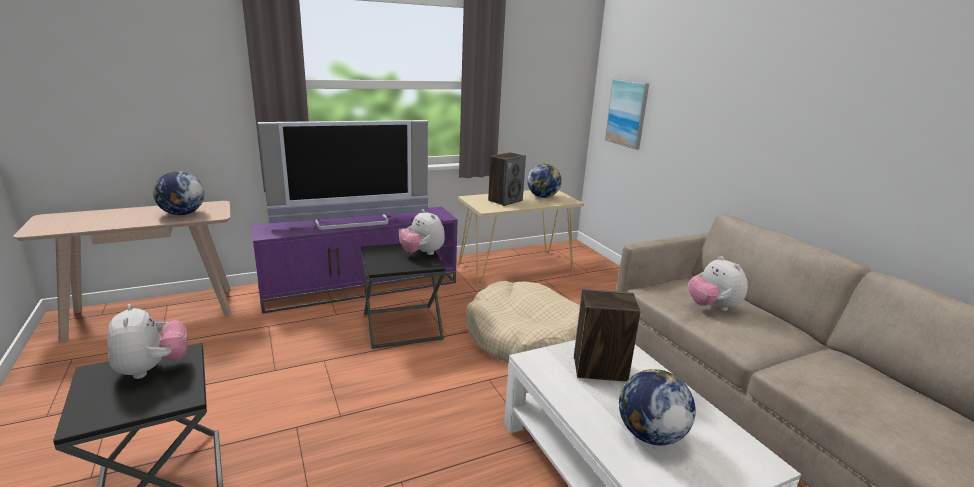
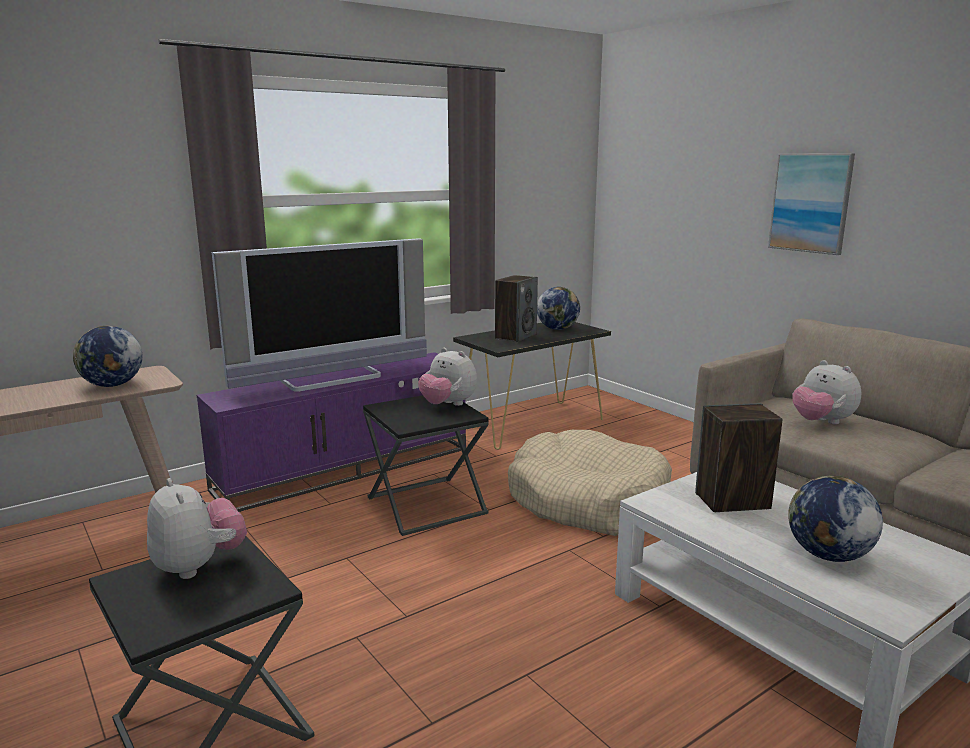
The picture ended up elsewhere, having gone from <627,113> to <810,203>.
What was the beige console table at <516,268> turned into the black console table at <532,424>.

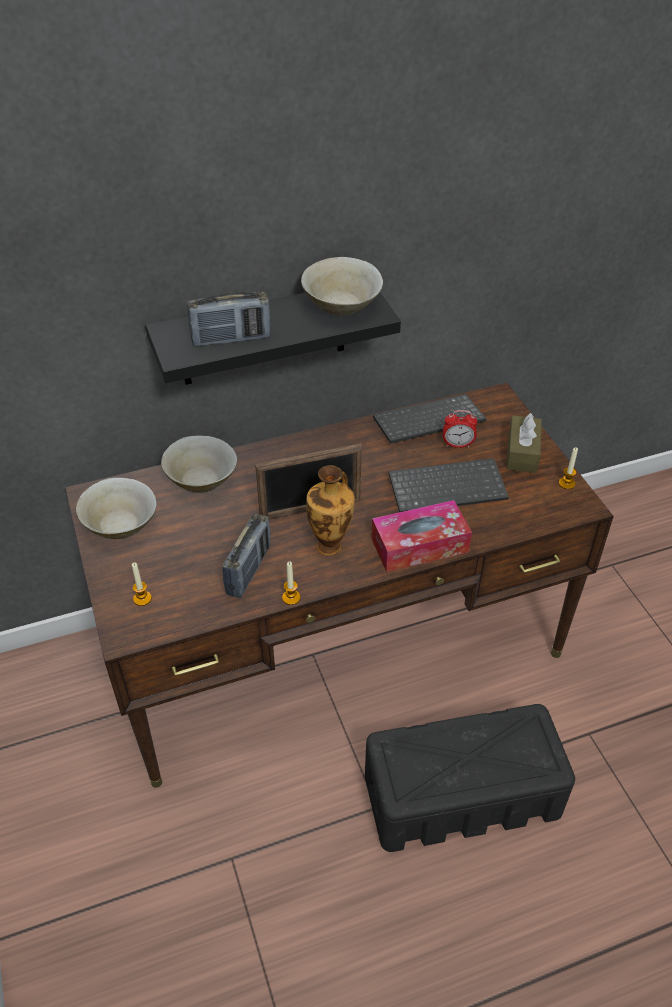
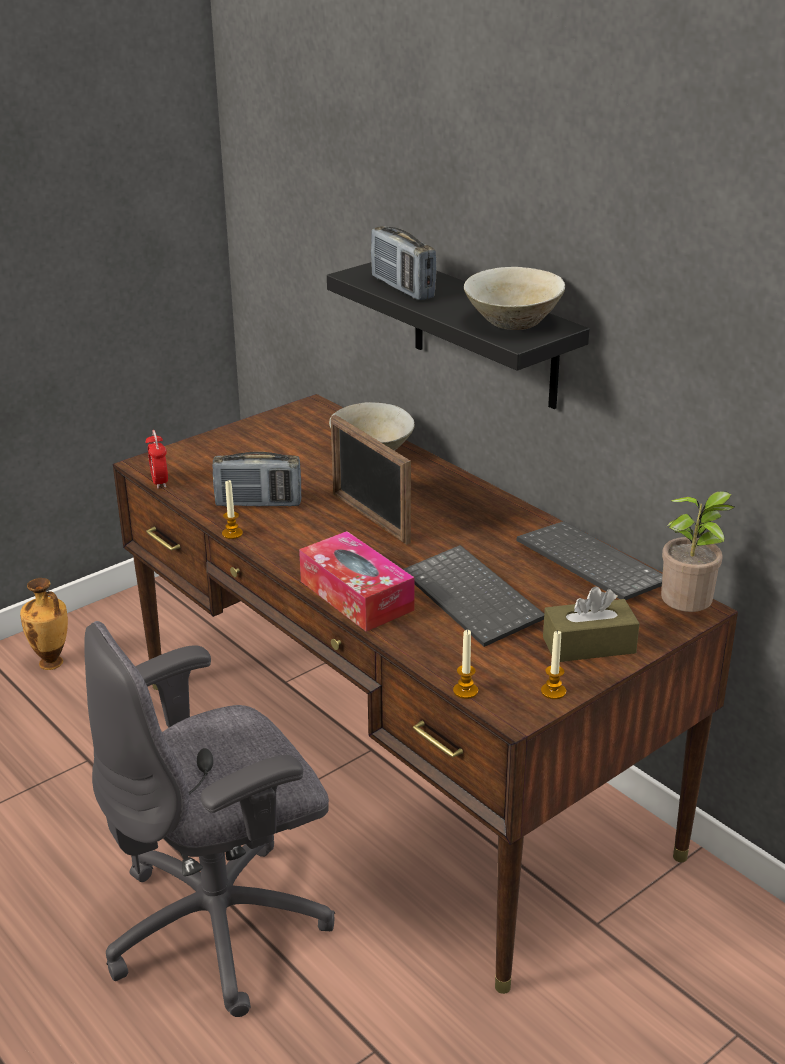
The second view lost the beige bowl at <121,526>.
The second view gained the potted plant at <687,615>.
The candle ended up elsewhere, having gone from <142,598> to <465,691>.
The vase ended up elsewhere, having gone from <330,545> to <52,664>.
The alarm clock ended up elsewhere, having gone from <457,445> to <159,482>.
Where the black storage box stood at <460,795>, the grey office chair came to stand at <222,925>.

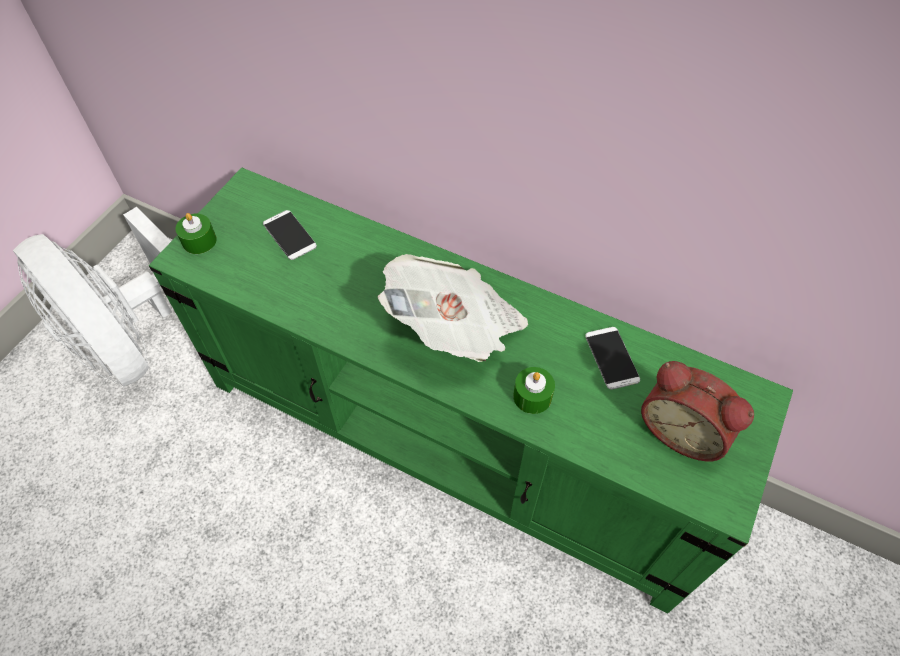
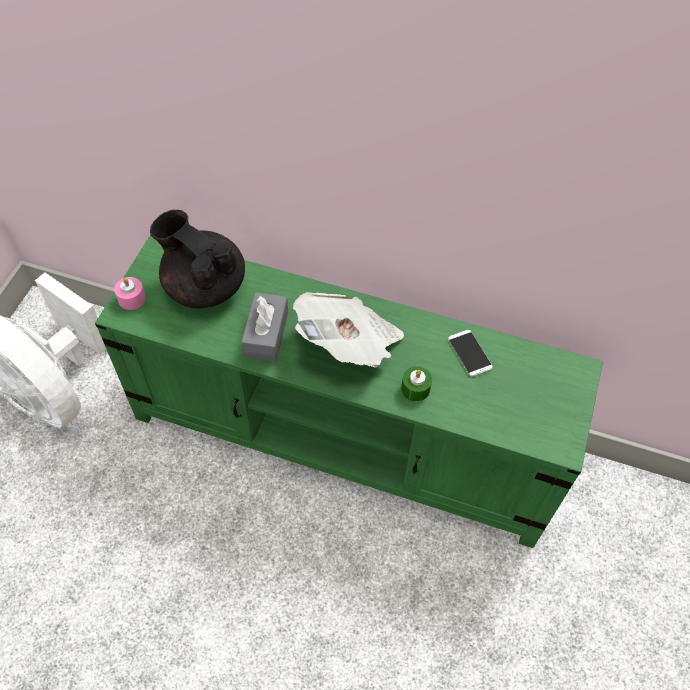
The second view lost the alarm clock at <683,429>.
The second view gained the grey tissue box at <266,334>.
Where the phone stood at <289,235>, the black teapot came to stand at <204,286>.
What was the green candle at <199,241> turned into the pink candle at <131,298>.

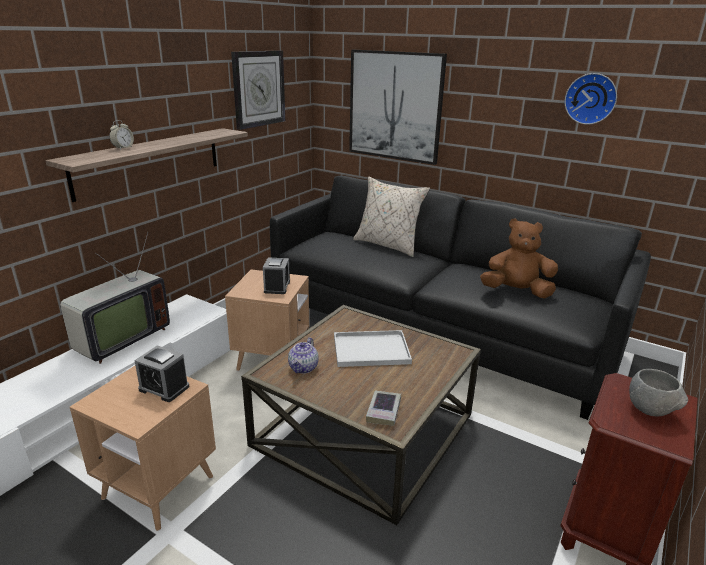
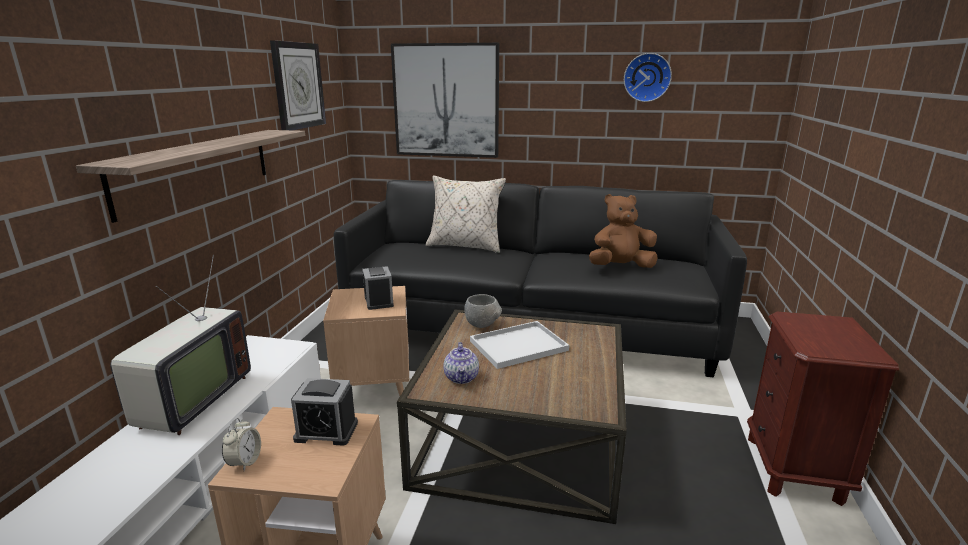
The second view lost the book at <384,411>.
The alarm clock ended up elsewhere, having gone from <123,148> to <244,462>.
The grey bowl ended up elsewhere, having gone from <650,411> to <482,326>.

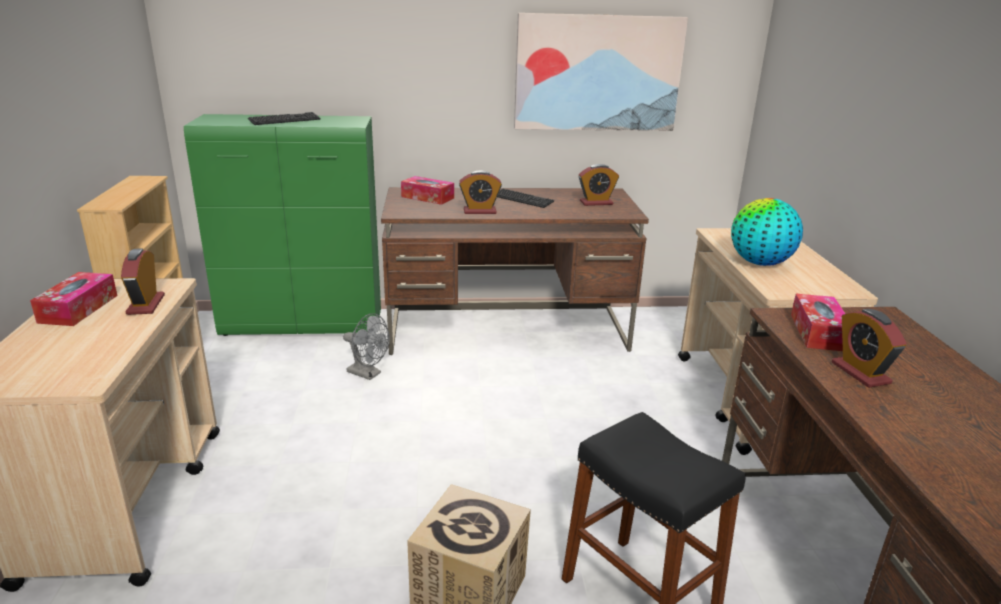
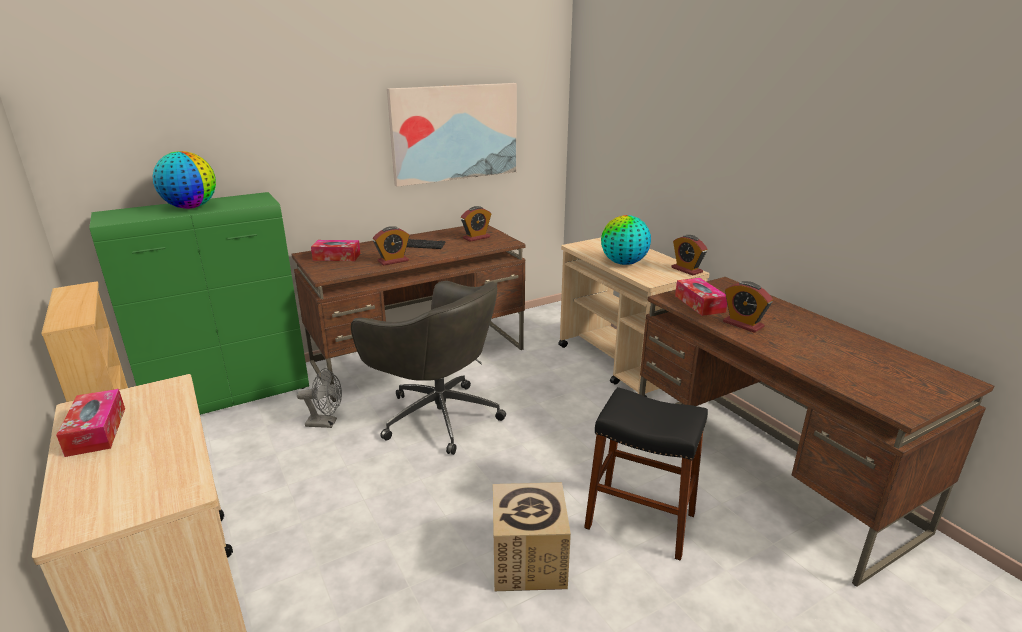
The second view gained the grey office chair at <437,415>.
The alarm clock ended up elsewhere, having gone from <146,304> to <686,270>.
Where the keyboard stood at <284,120>, the globe came to stand at <191,207>.

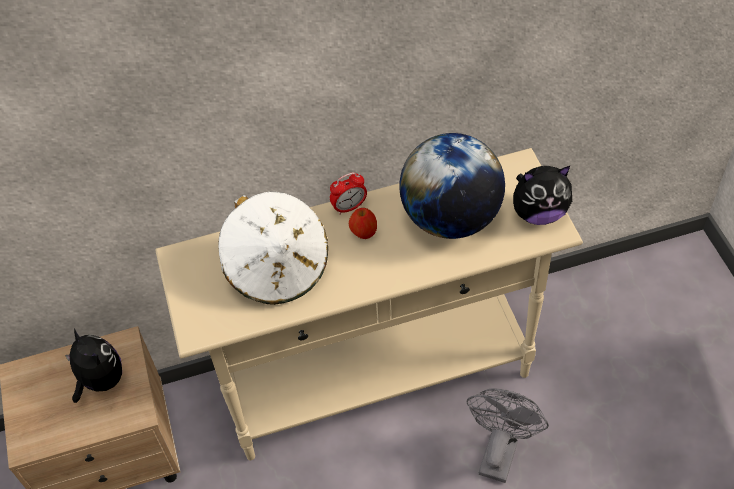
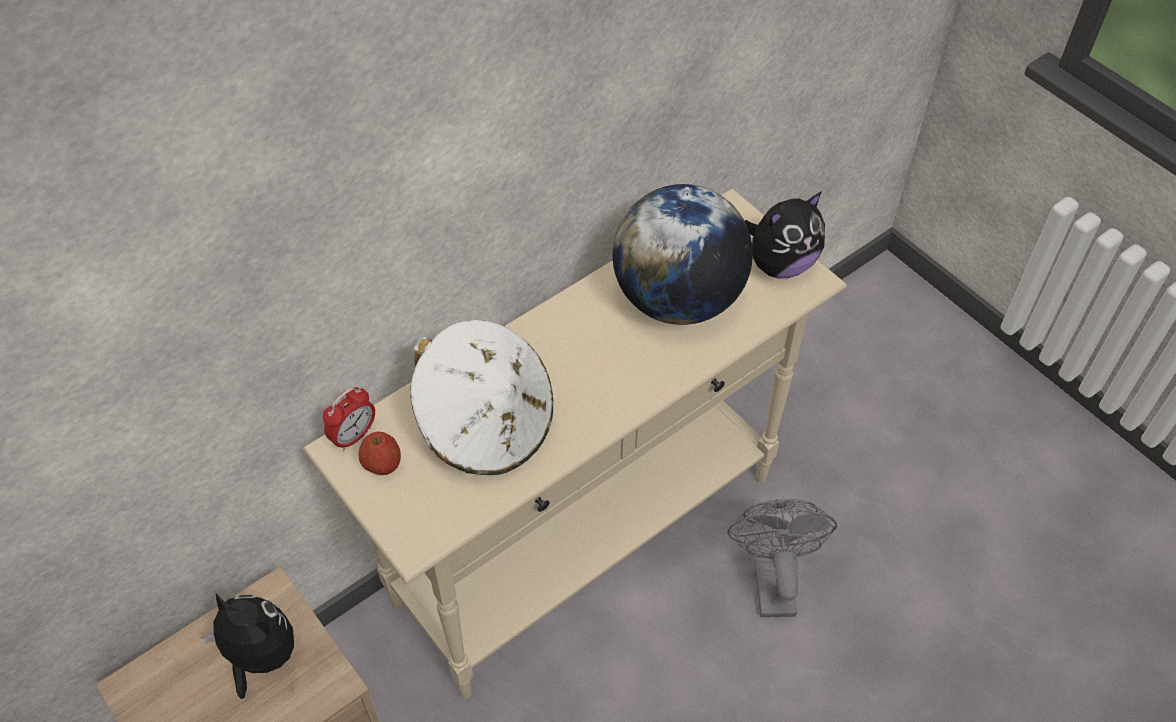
The alarm clock ended up elsewhere, having gone from <349,207> to <354,436>.
The apple ended up elsewhere, having gone from <364,233> to <382,465>.

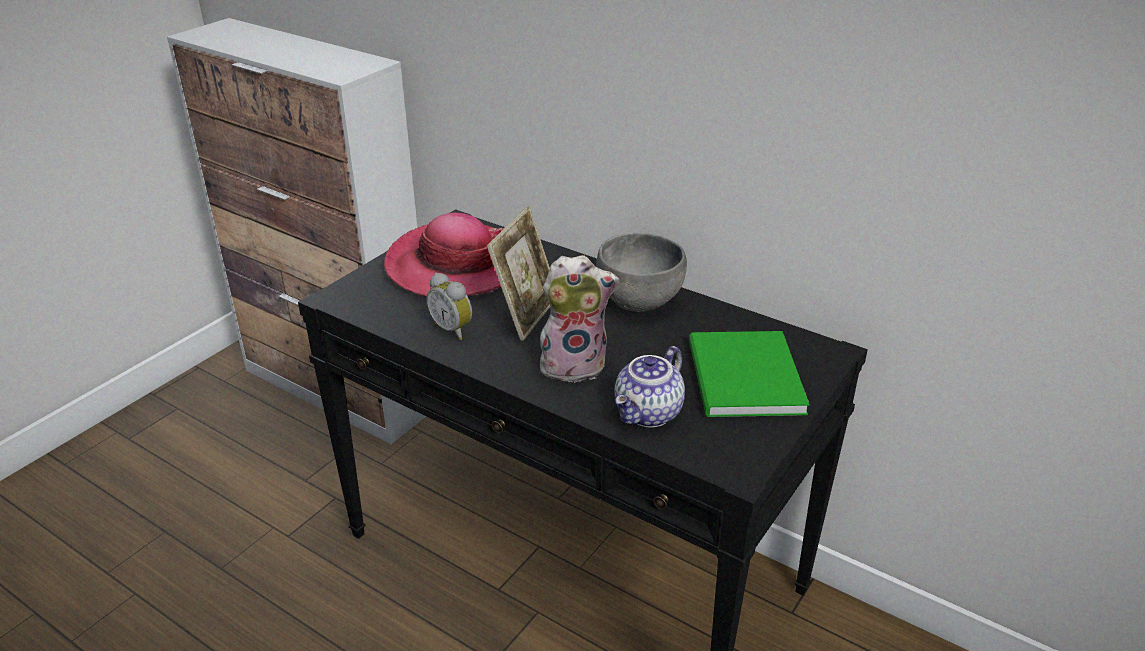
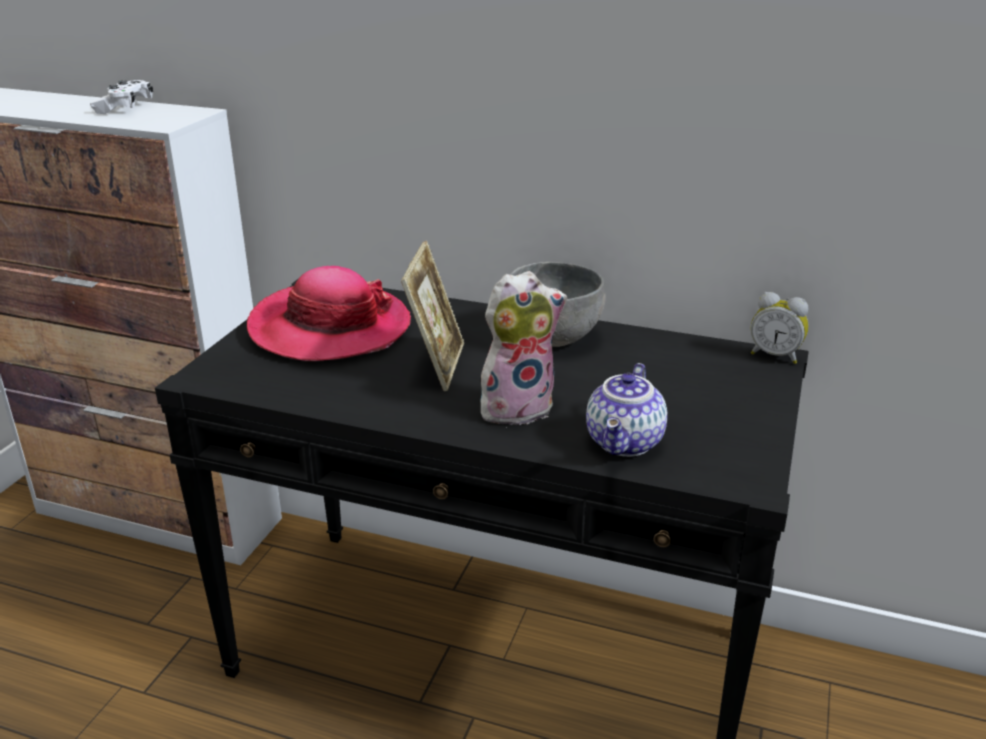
The second view lost the green book at <742,379>.
The second view gained the white game controller at <124,108>.
The alarm clock ended up elsewhere, having gone from <453,329> to <775,355>.

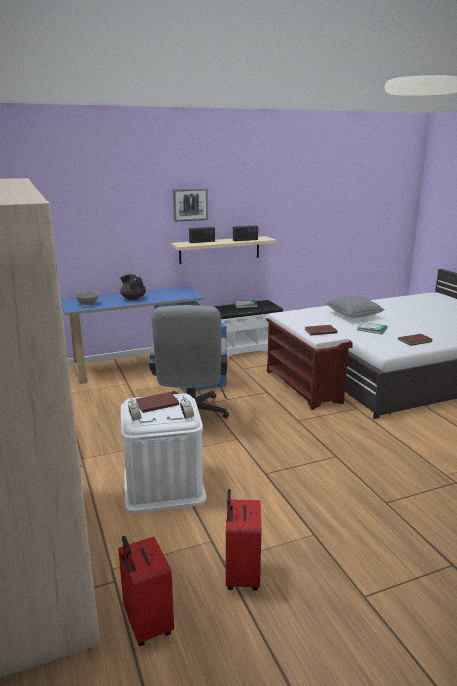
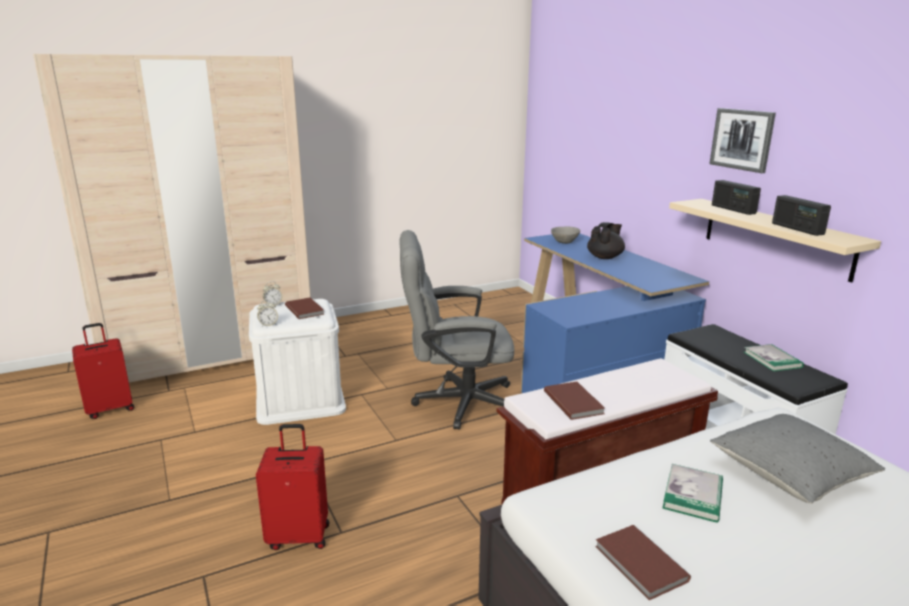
The red suitcase ended up elsewhere, having gone from <241,576> to <299,536>.

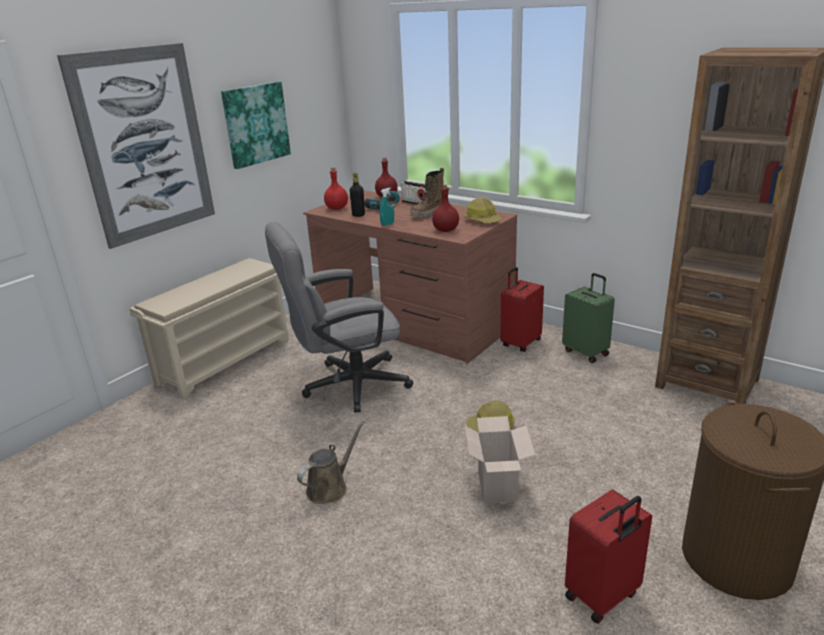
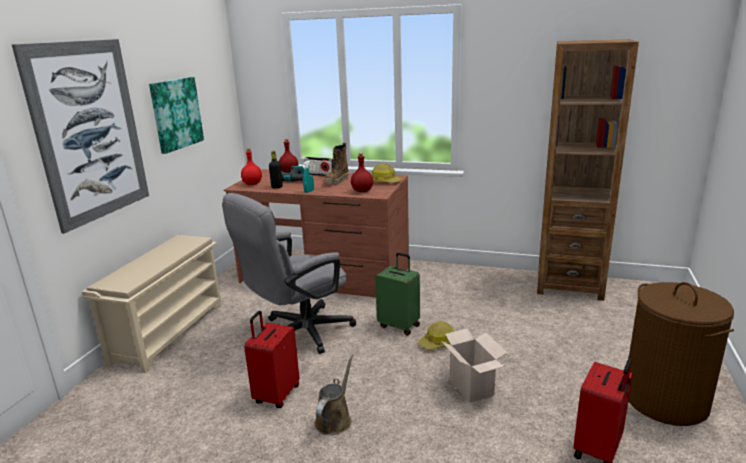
The red suitcase ended up elsewhere, having gone from <520,343> to <276,395>.
The green suitcase ended up elsewhere, having gone from <586,352> to <399,325>.

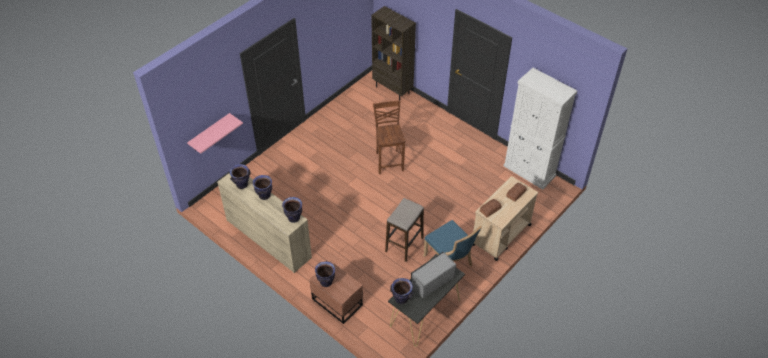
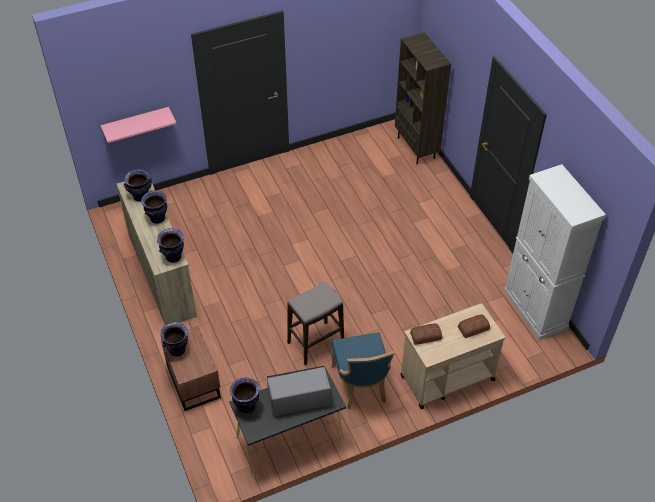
The second view lost the brown chair at <389,161>.

